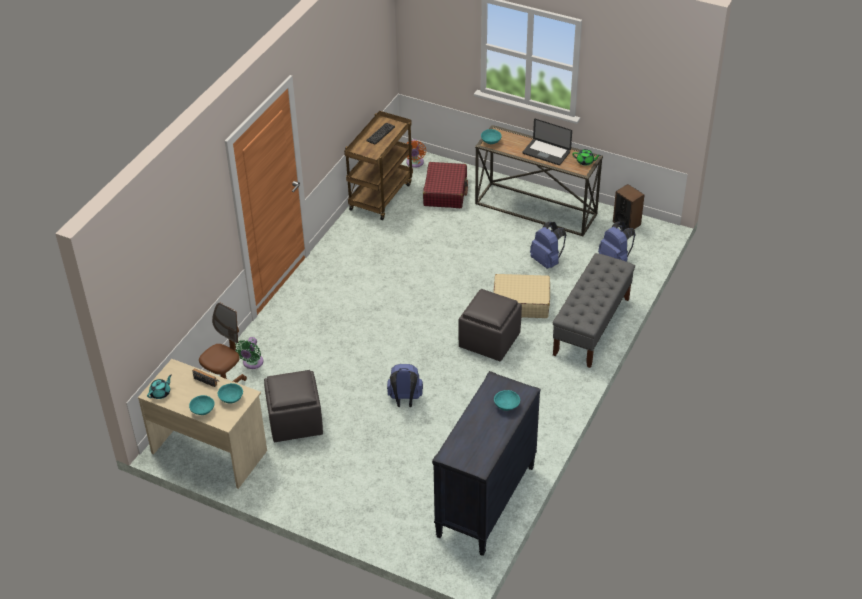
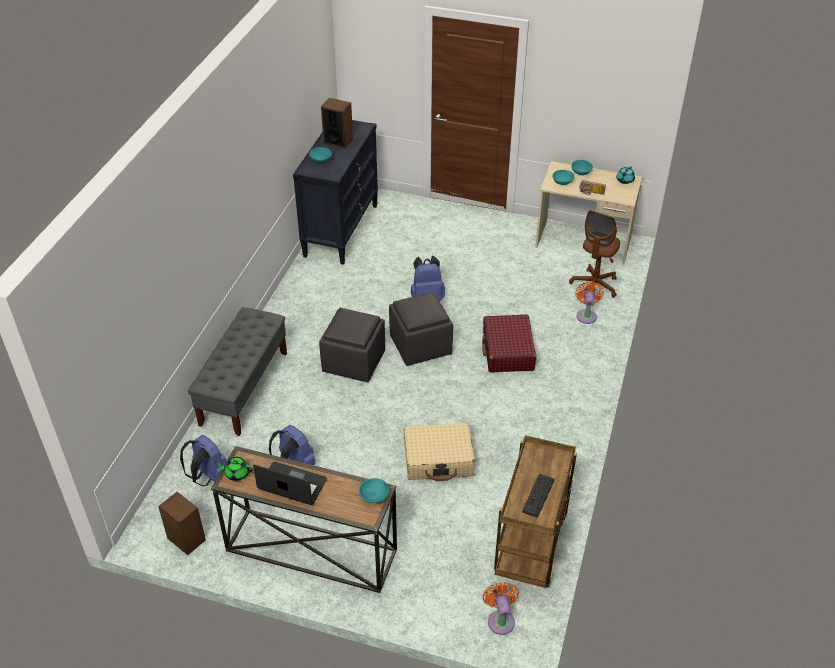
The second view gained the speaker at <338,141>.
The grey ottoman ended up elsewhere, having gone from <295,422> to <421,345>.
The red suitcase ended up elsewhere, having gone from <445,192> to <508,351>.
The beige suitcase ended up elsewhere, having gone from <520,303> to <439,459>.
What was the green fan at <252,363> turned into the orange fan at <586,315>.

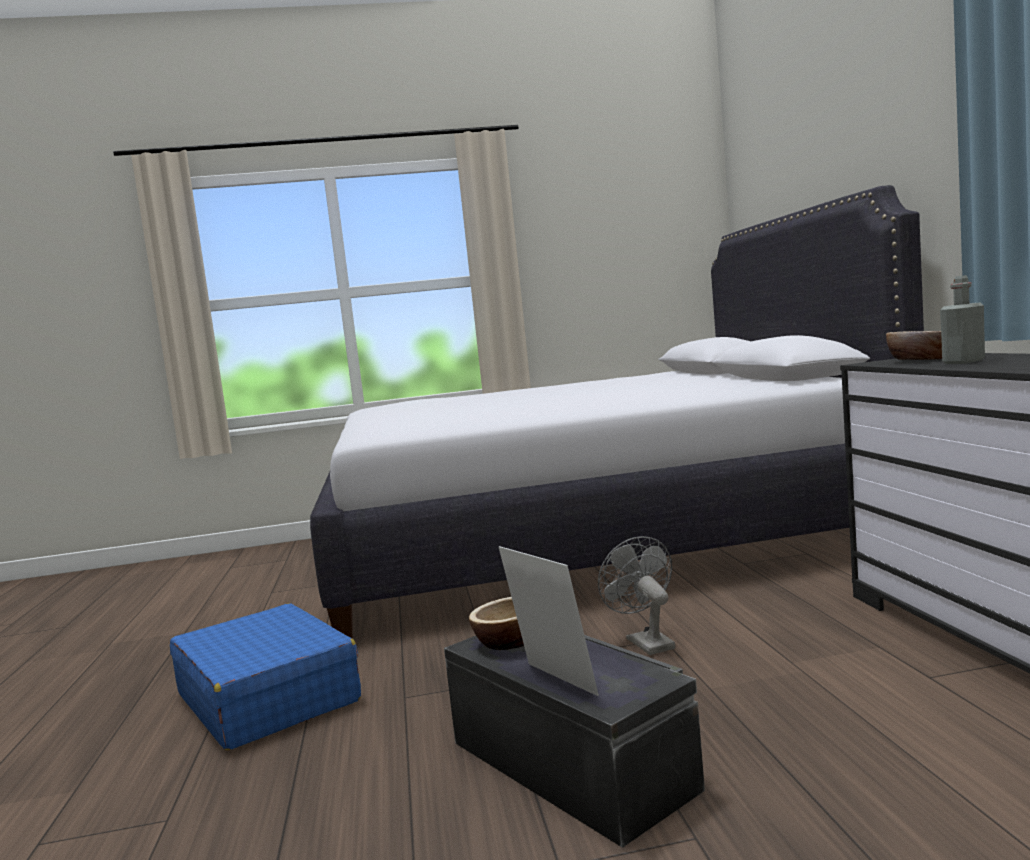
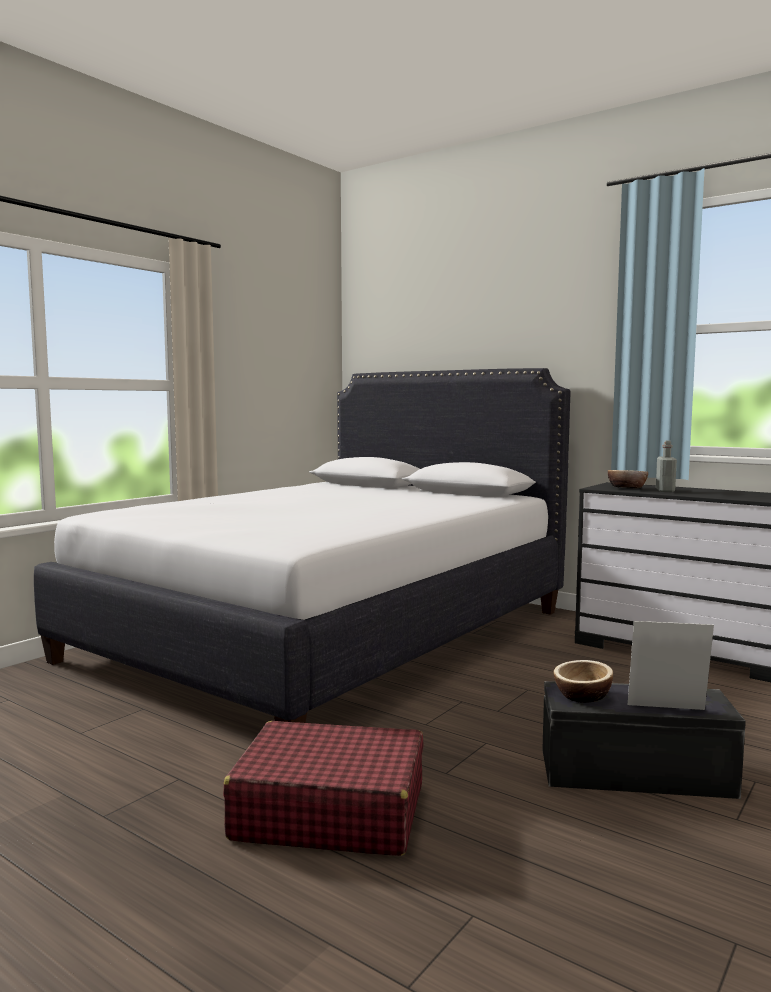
The second view lost the grey fan at <645,642>.
What was the blue suitcase at <267,697> turned into the red suitcase at <329,811>.

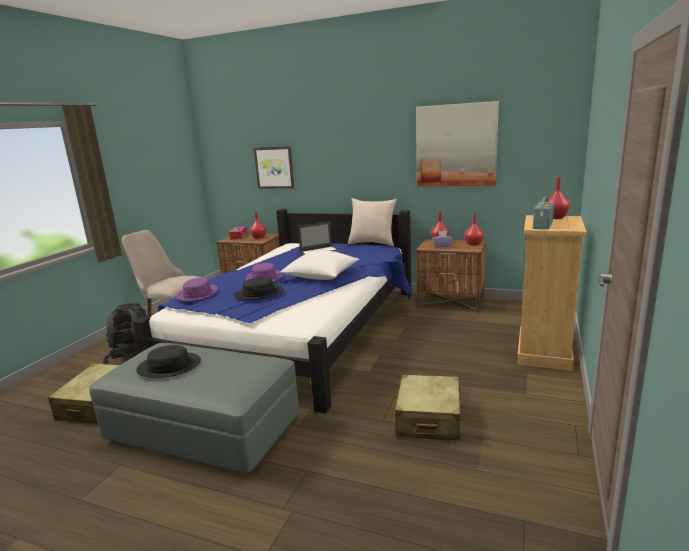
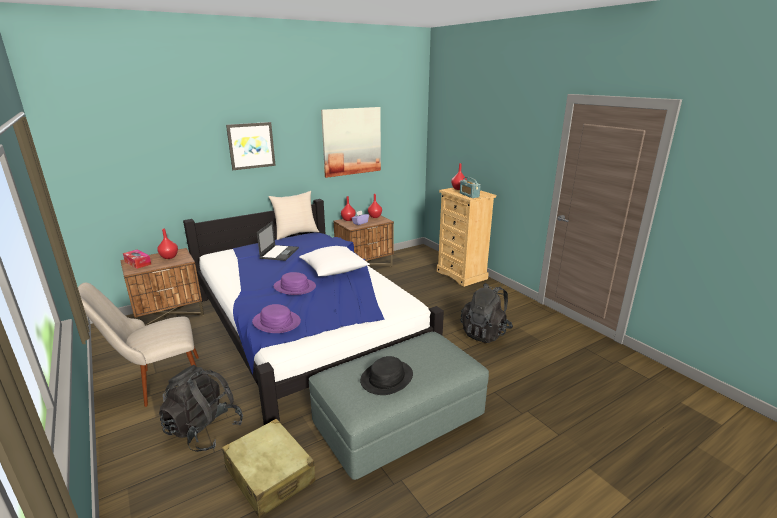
The second view lost the black hat at <259,293>.
The picture ended up elsewhere, having gone from <274,167> to <251,145>.
Where the beige suitcase stood at <428,418>, the black backpack came to stand at <485,333>.

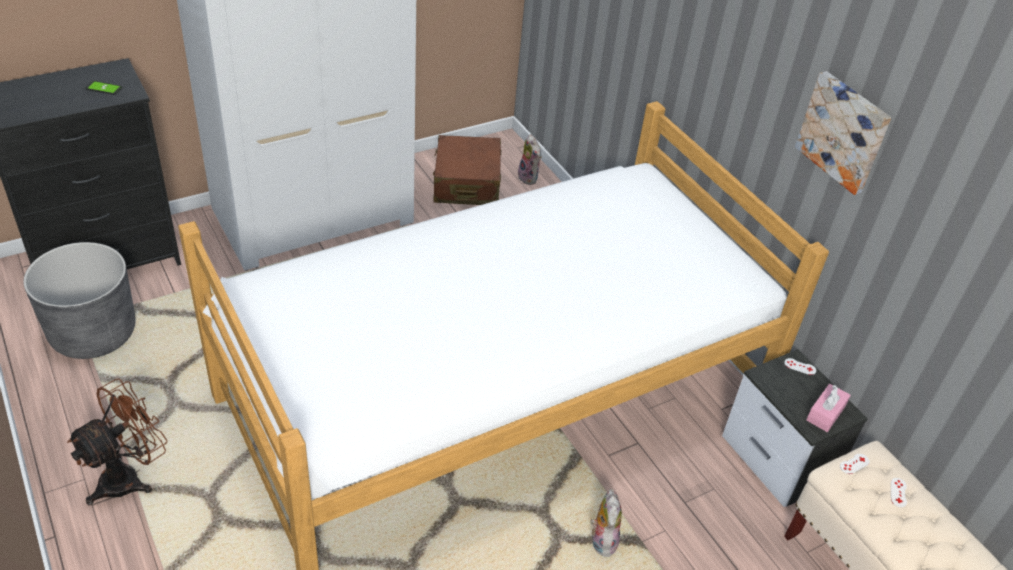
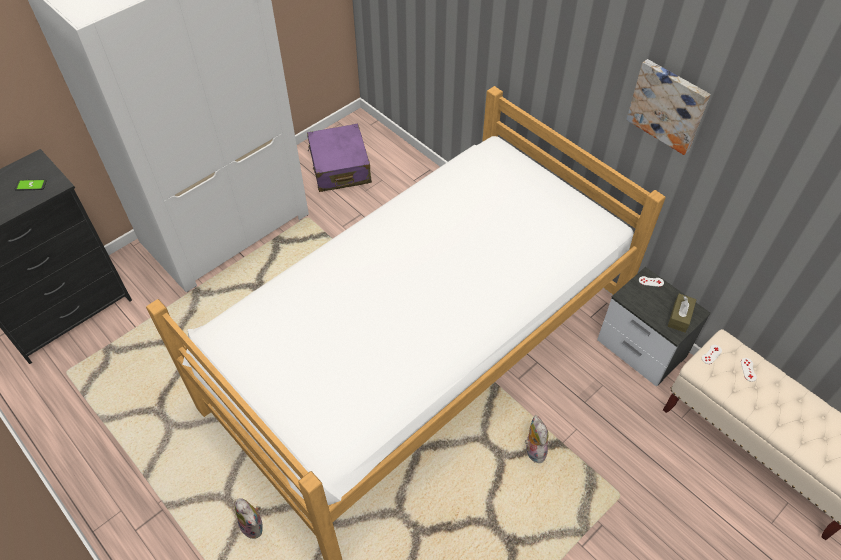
The second view lost the grey planter at <93,333>.
The second view lost the brown fan at <129,477>.
The plush toy ended up elsewhere, having gone from <529,178> to <254,525>.
What was the brown suitcase at <467,183> turned into the purple suitcase at <340,167>.
What was the pink tissue box at <825,413> turned into the brown tissue box at <680,317>.

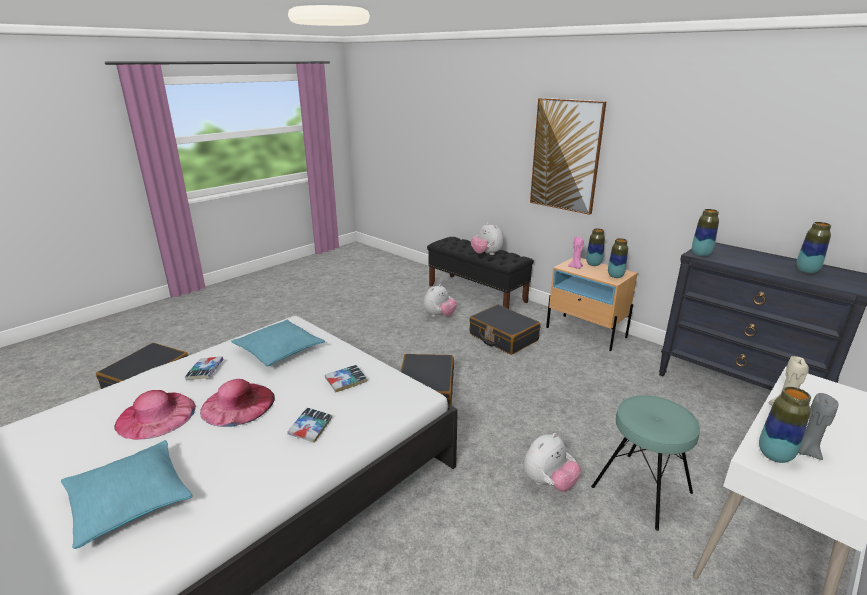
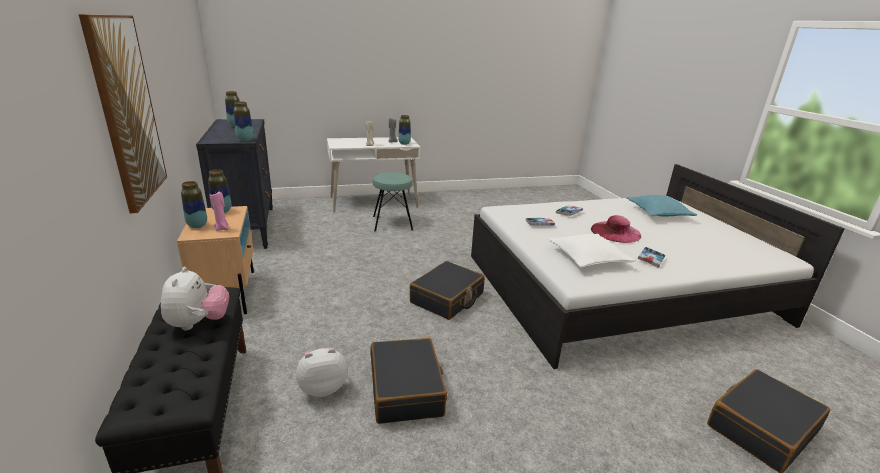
The second view lost the pink hat at <156,415>.
The second view lost the plush toy at <548,483>.
The black suitcase ended up elsewhere, having gone from <503,337> to <406,389>.
What was the turquoise pillow at <279,350> turned into the white pillow at <588,258>.

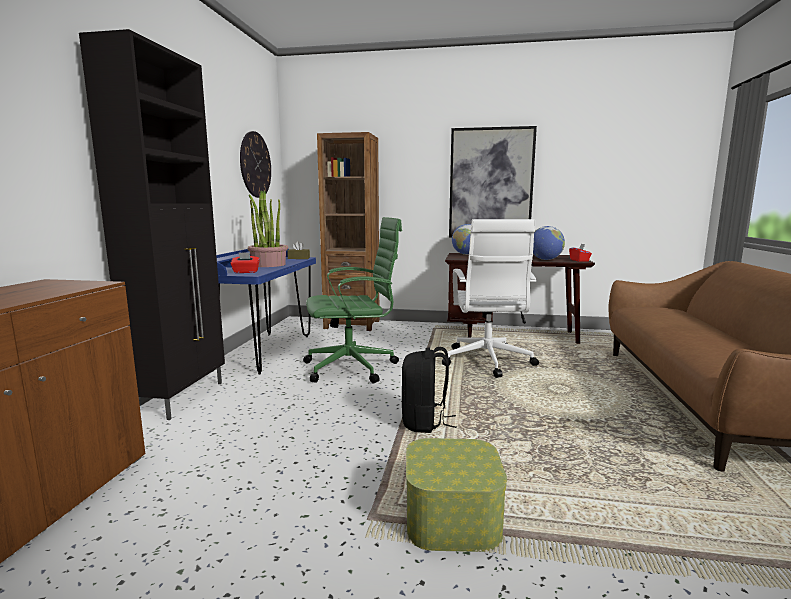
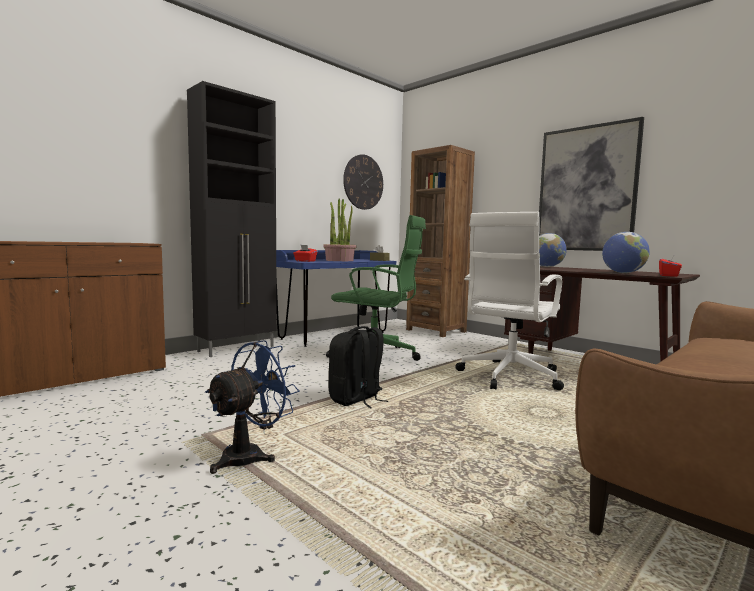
Where the storage box stood at <452,517>, the blue fan came to stand at <250,455>.

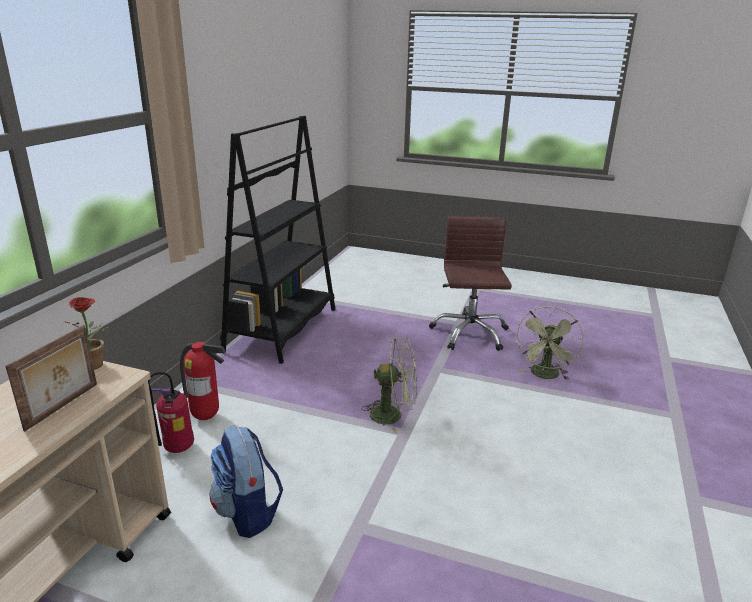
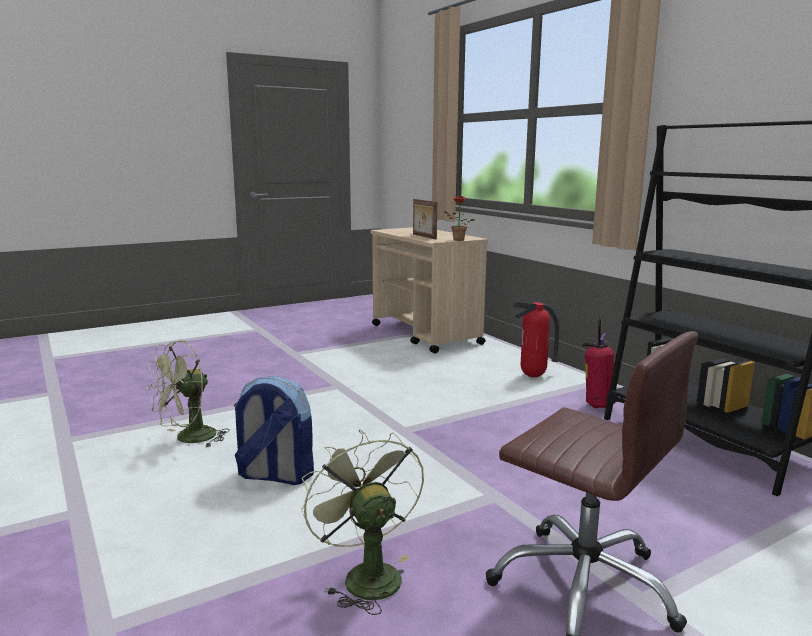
The fire extinguisher ended up elsewhere, having gone from <177,449> to <597,405>.
The backpack ended up elsewhere, having gone from <247,513> to <274,475>.
The green fan ended up elsewhere, having gone from <393,415> to <188,439>.

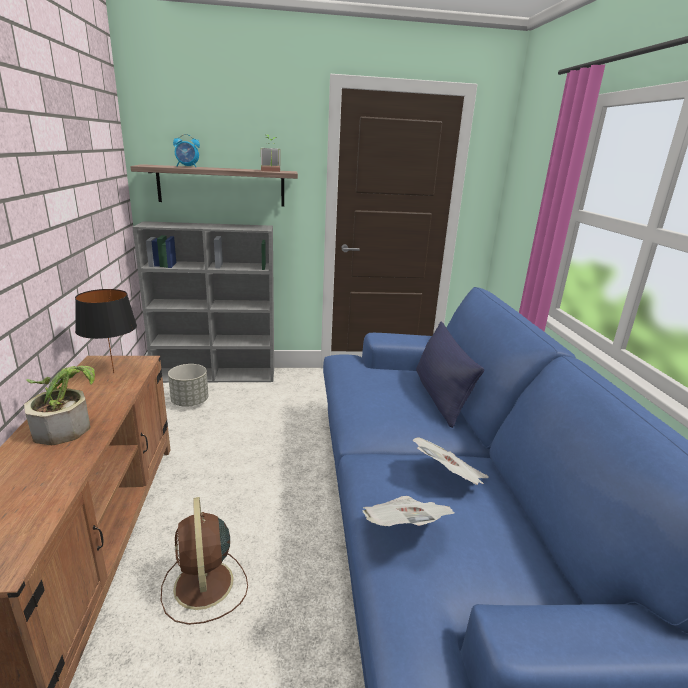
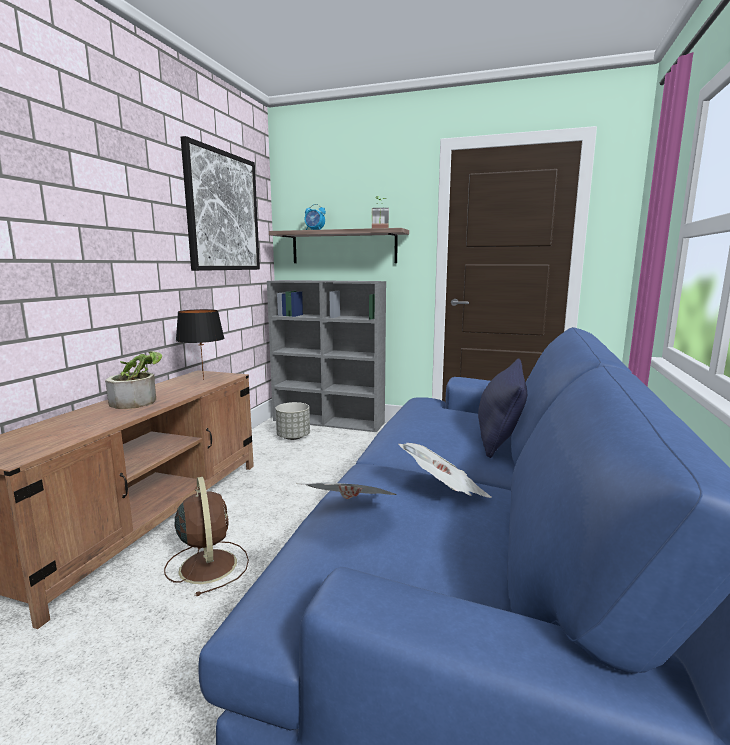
The second view gained the picture at <223,212>.
The brown fan at <204,586> ended up facing another way, 150 degrees clockwise from before.

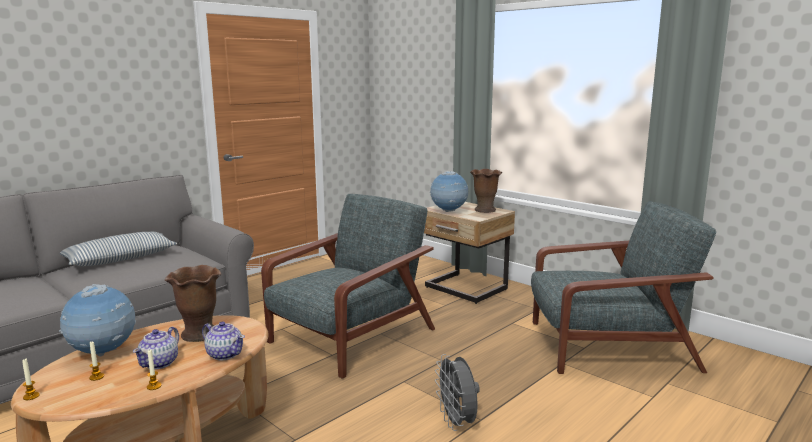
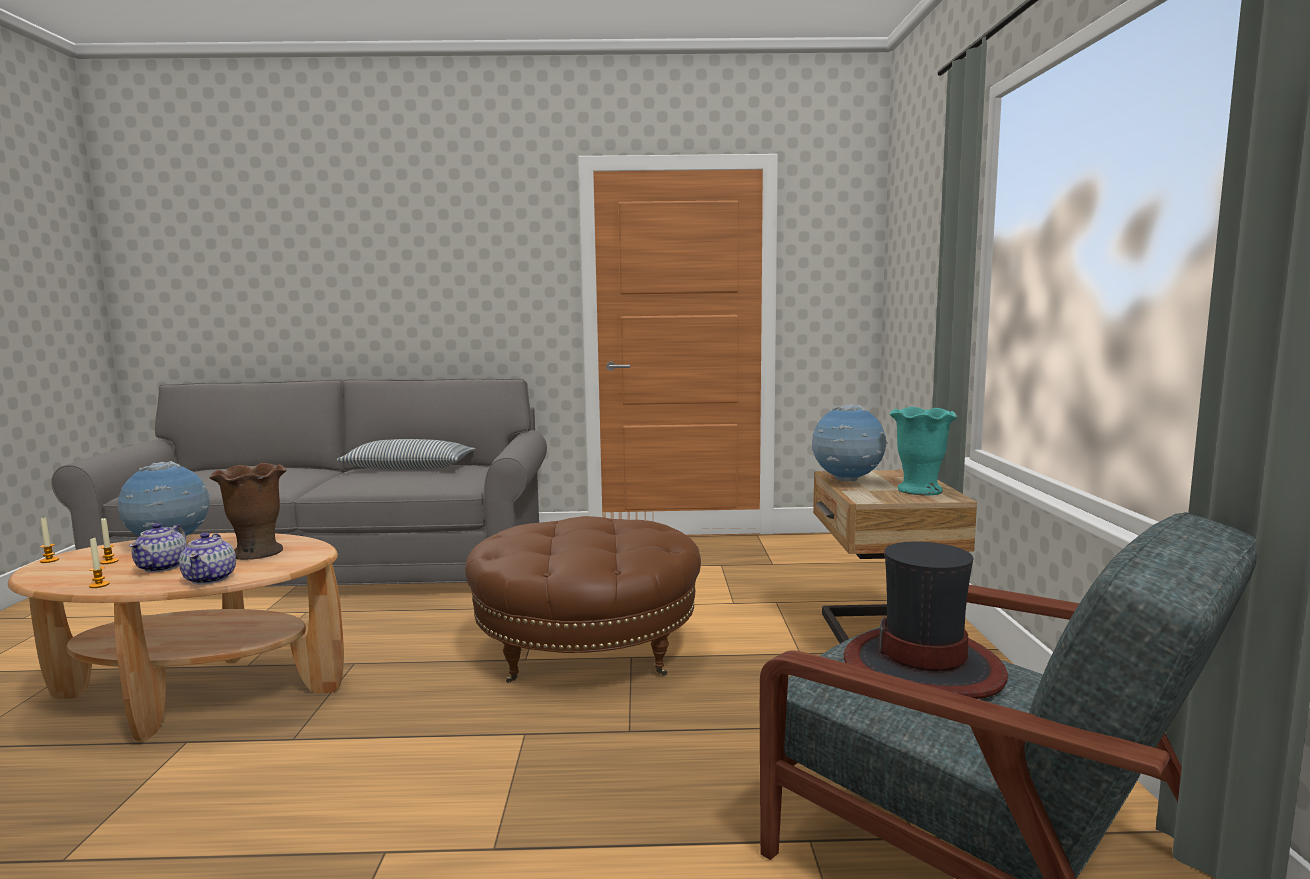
The second view lost the grey fan at <457,423>.
The second view gained the hat at <923,666>.
Where the grey armchair stood at <350,337>, the brown ottoman came to stand at <587,646>.
What was the brown vase at <485,210> turned into the turquoise vase at <920,490>.
The teapot at <160,363> ended up facing another way, 60 degrees counterclockwise from before.

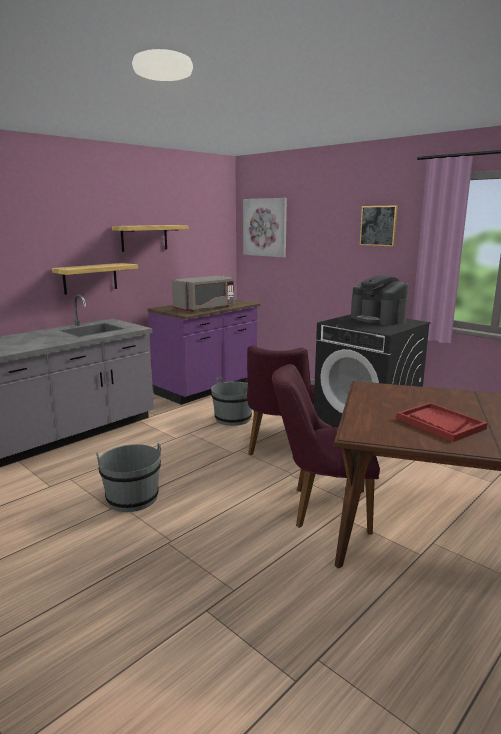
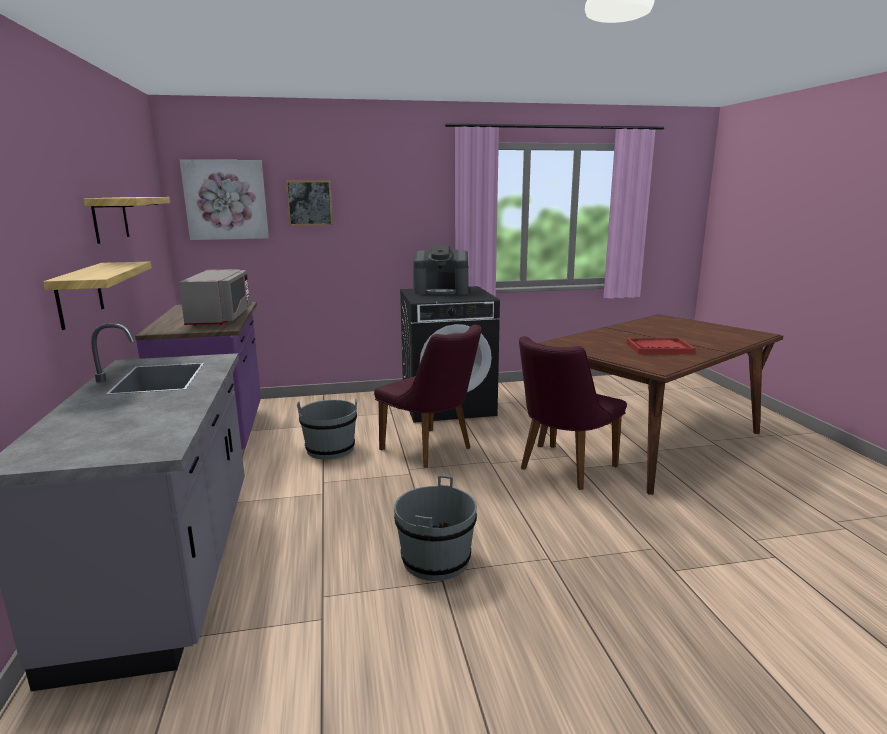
The picture ended up elsewhere, having gone from <378,225> to <309,203>.

